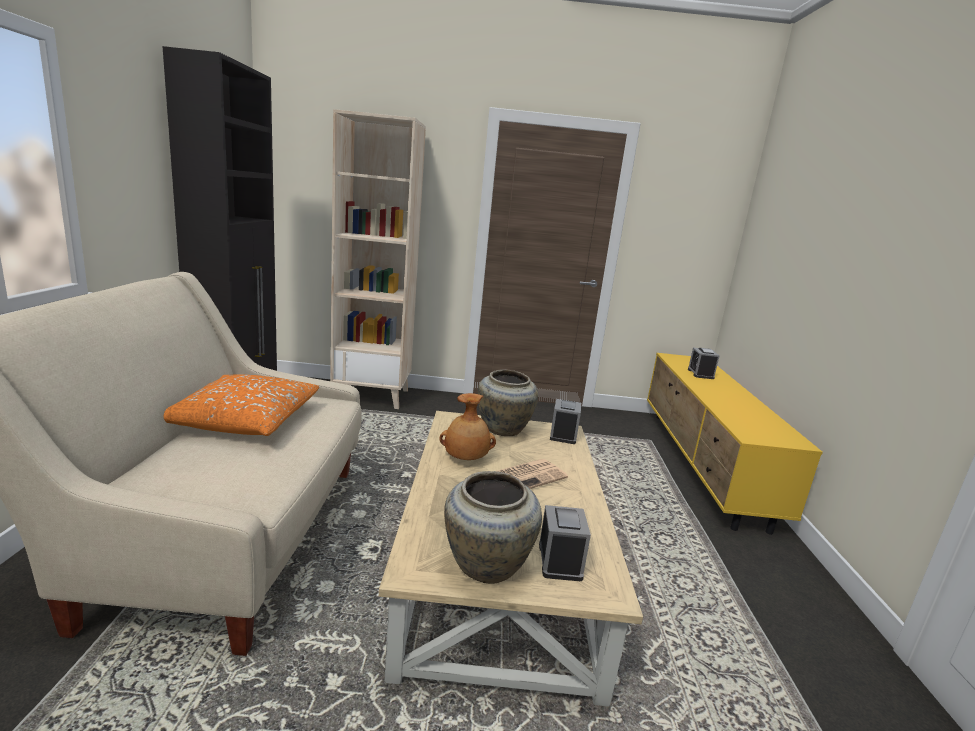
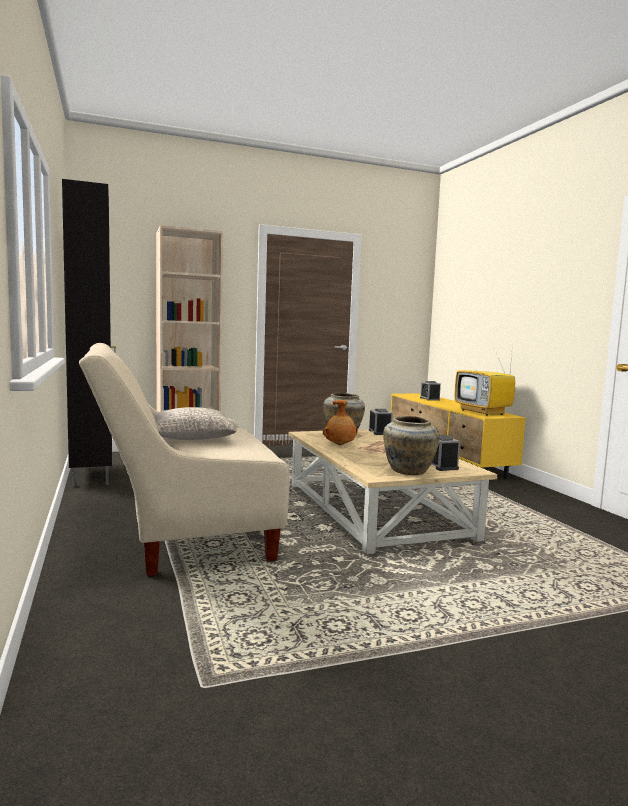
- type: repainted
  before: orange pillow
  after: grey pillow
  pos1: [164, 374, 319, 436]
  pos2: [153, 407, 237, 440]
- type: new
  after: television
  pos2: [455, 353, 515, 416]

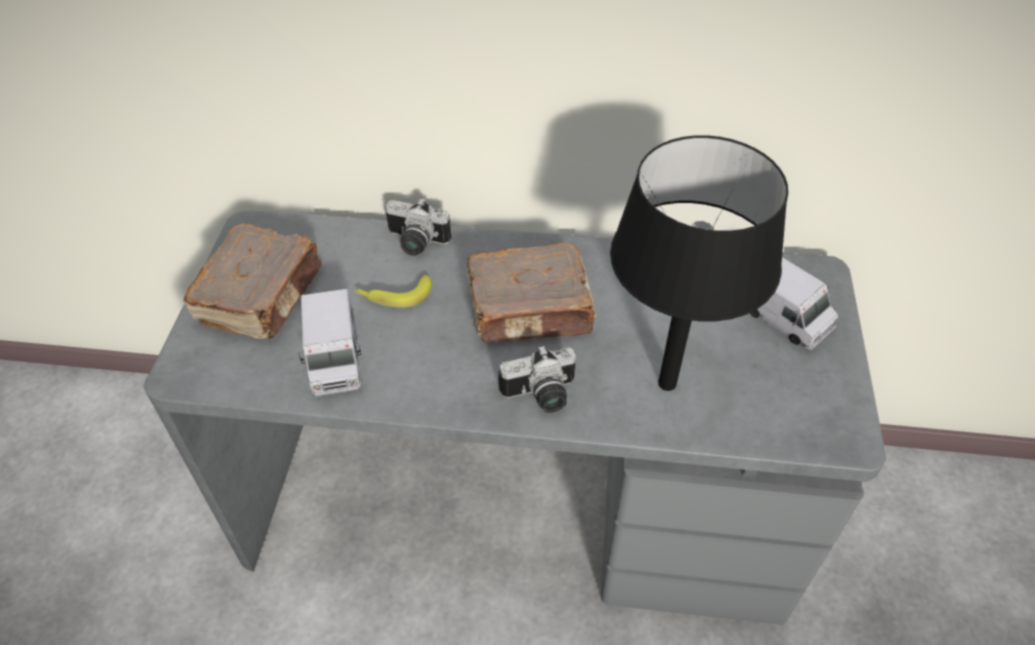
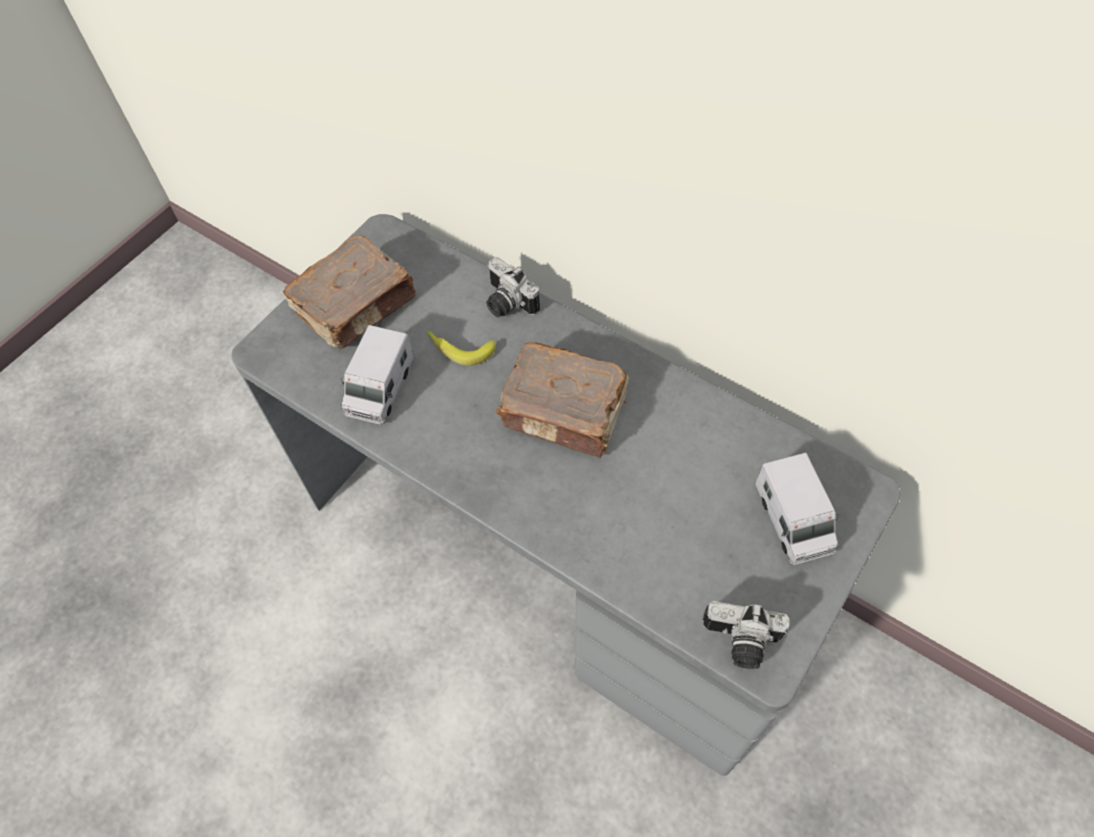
- type: gone
  before: black table lamp
  pos1: [610, 135, 788, 391]
- type: shifted
  before: photo camera
  pos1: [498, 345, 576, 413]
  pos2: [703, 601, 790, 669]

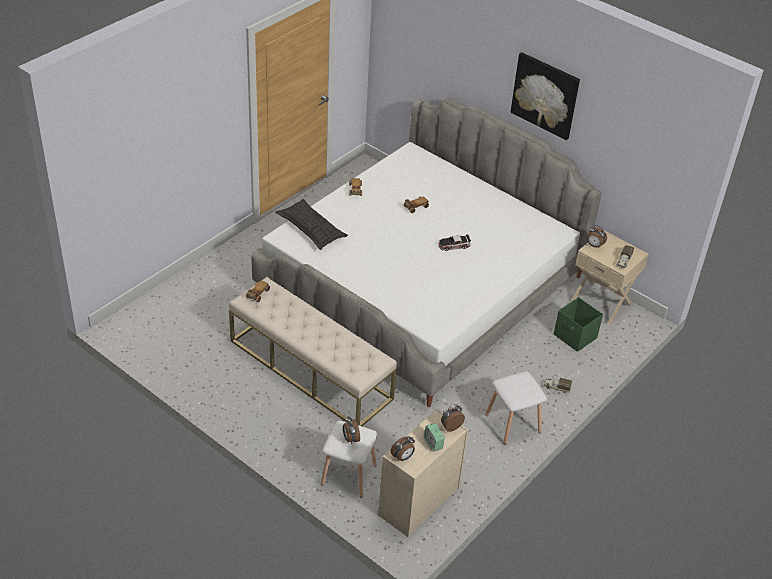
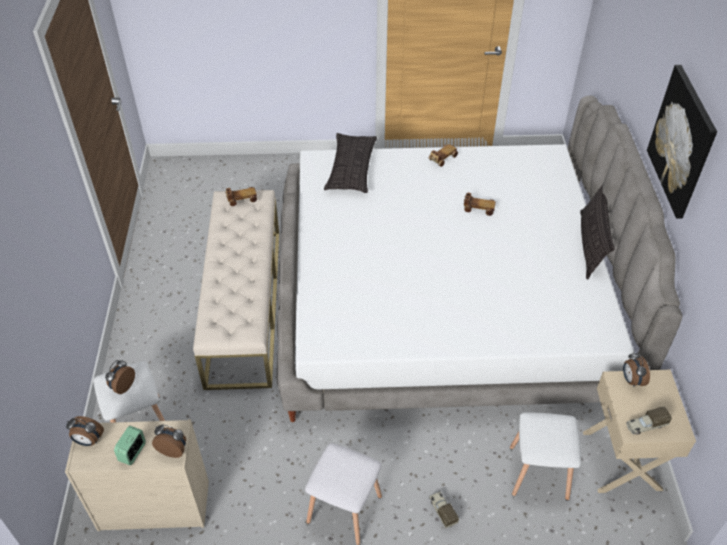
- type: gone
  before: toy car
  pos1: [438, 235, 471, 251]
- type: swapped
  before: green storage box
  after: white stool
  pos1: [554, 297, 603, 352]
  pos2: [510, 412, 581, 501]
- type: new
  after: pillow
  pos2: [580, 184, 615, 279]

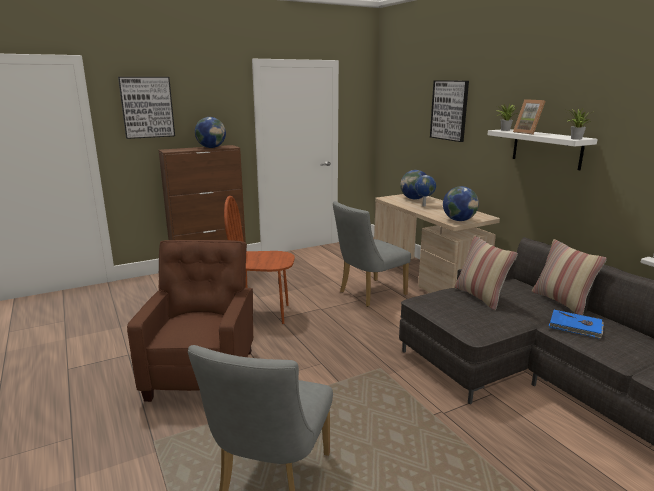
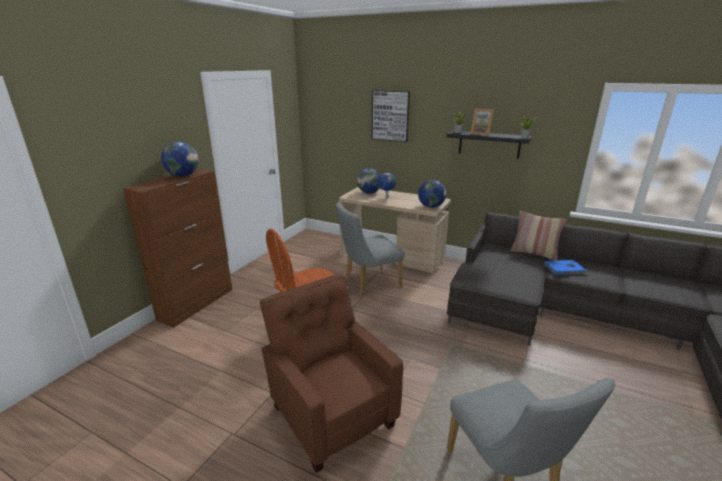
- type: gone
  before: picture
  pos1: [118, 77, 175, 139]
- type: repainted
  before: white shelf
  after: black shelf
  pos1: [487, 129, 598, 170]
  pos2: [447, 130, 532, 159]
- type: rotated
  before: grey chair
  pos1: [333, 201, 411, 307]
  pos2: [336, 202, 404, 296]
  turn: 45
- type: gone
  before: pillow
  pos1: [454, 235, 518, 311]

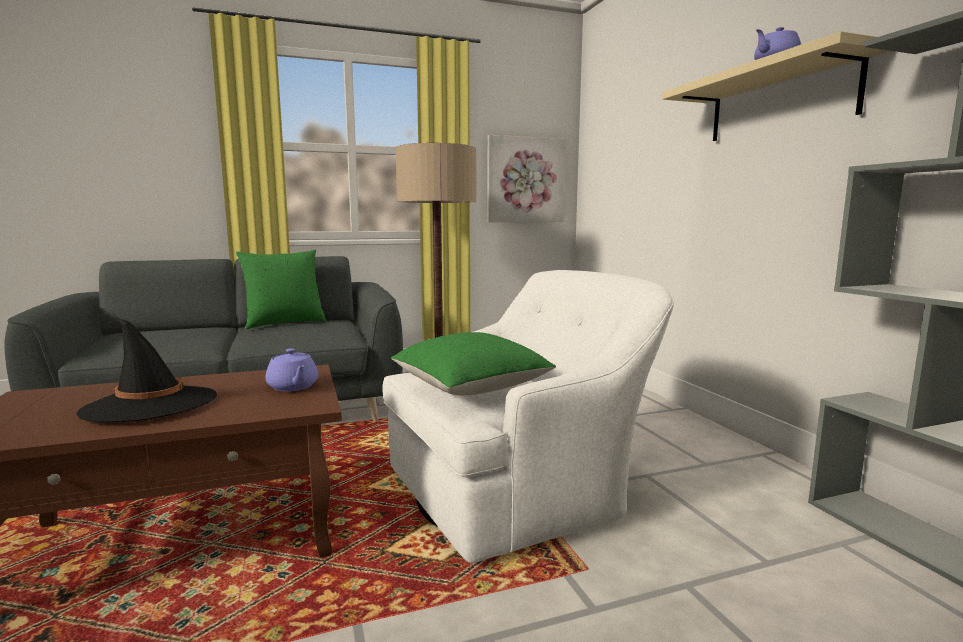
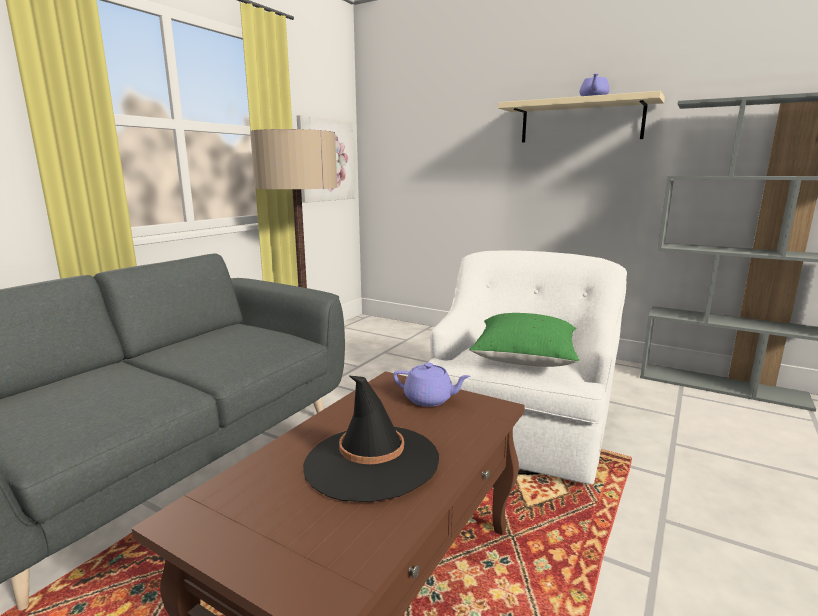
- type: gone
  before: green pillow
  pos1: [236, 250, 326, 329]

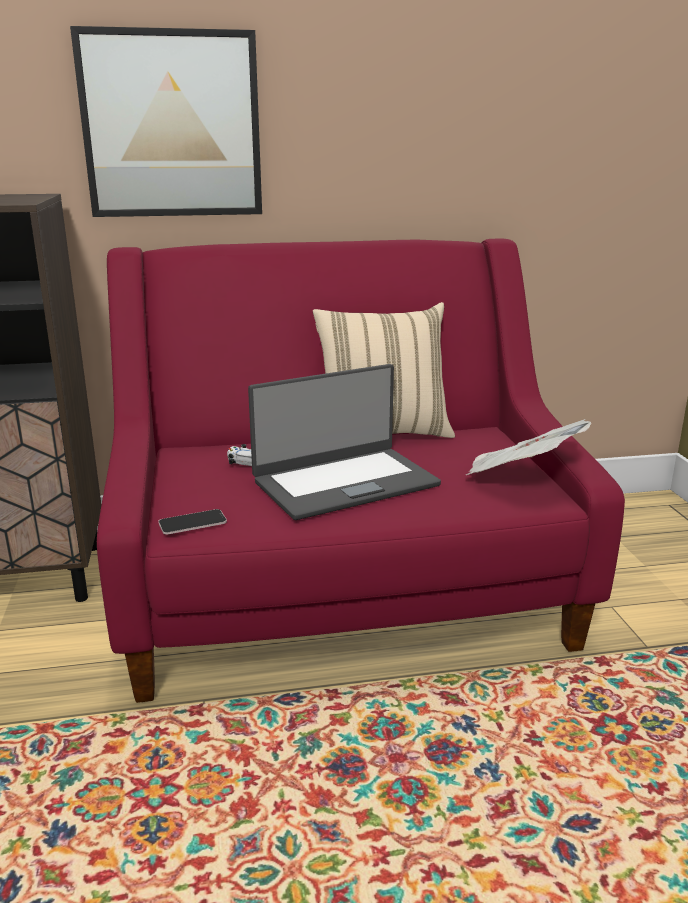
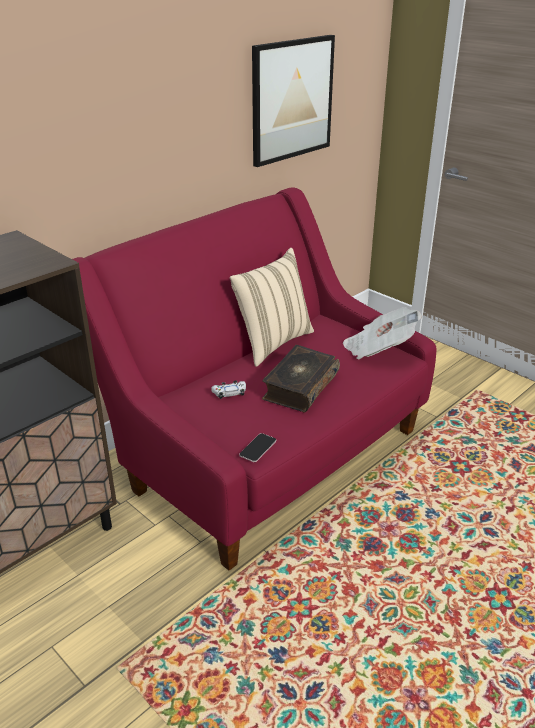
- type: shifted
  before: picture
  pos1: [70, 26, 262, 217]
  pos2: [252, 35, 335, 167]
- type: swapped
  before: laptop
  after: book
  pos1: [248, 364, 441, 520]
  pos2: [262, 345, 340, 412]

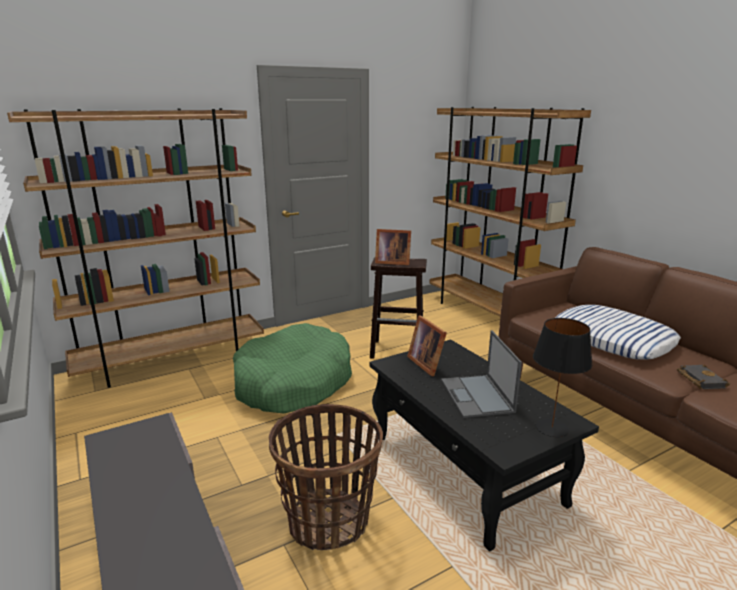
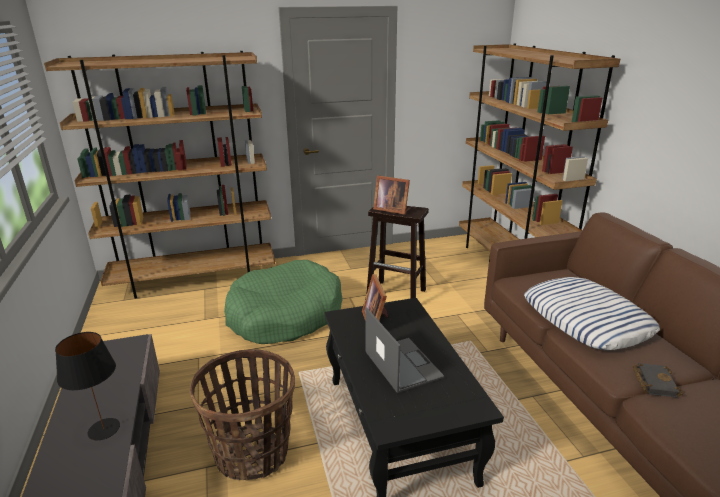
- type: shifted
  before: black table lamp
  pos1: [533, 318, 592, 437]
  pos2: [55, 332, 120, 440]
- type: rotated
  before: laptop
  pos1: [441, 330, 522, 418]
  pos2: [365, 308, 444, 393]
  turn: 150

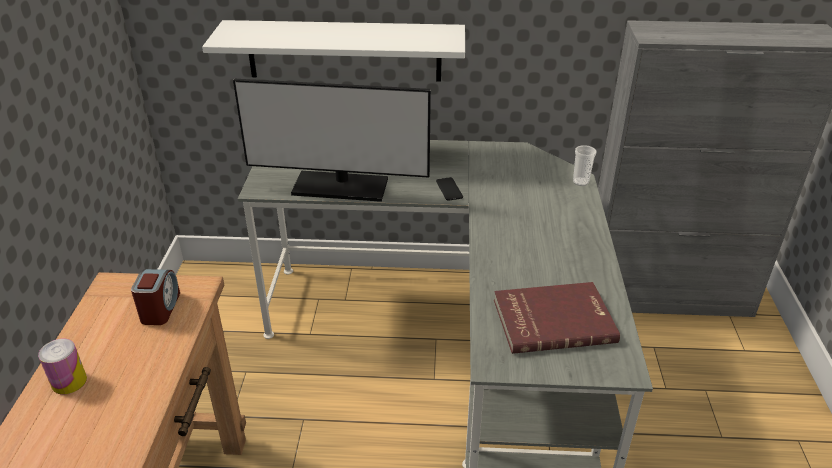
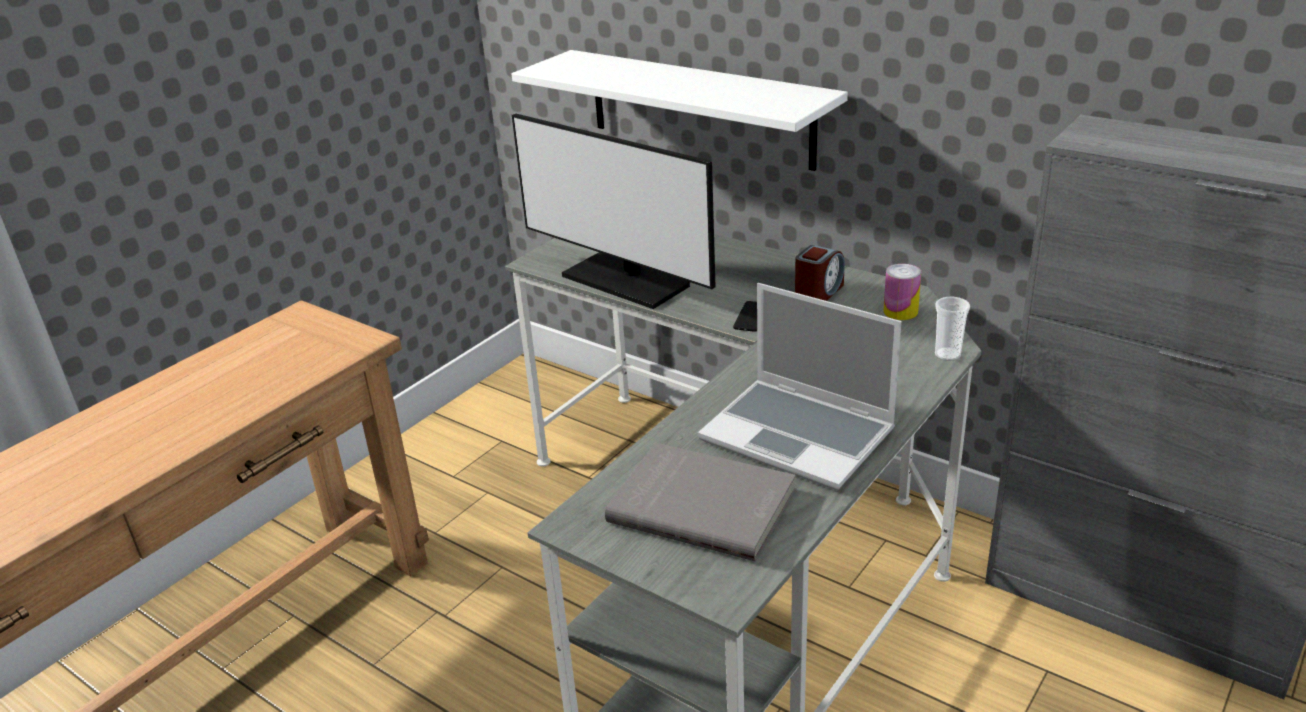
- type: shifted
  before: alarm clock
  pos1: [131, 269, 180, 325]
  pos2: [795, 245, 845, 301]
- type: repainted
  before: red book
  after: grey book
  pos1: [494, 282, 620, 354]
  pos2: [605, 443, 796, 562]
- type: shifted
  before: can
  pos1: [38, 339, 87, 394]
  pos2: [883, 264, 922, 320]
- type: new
  after: laptop
  pos2: [698, 283, 901, 490]

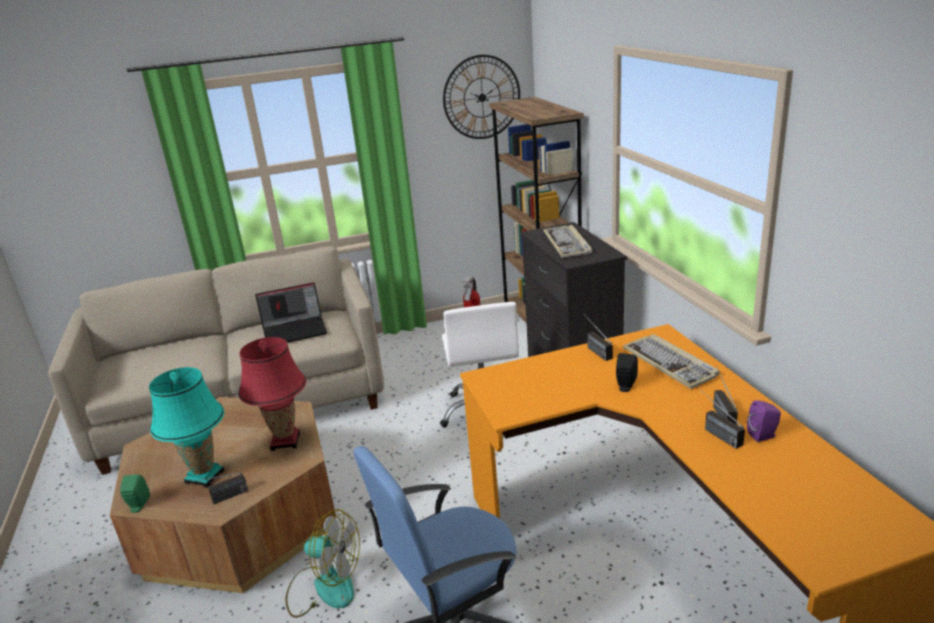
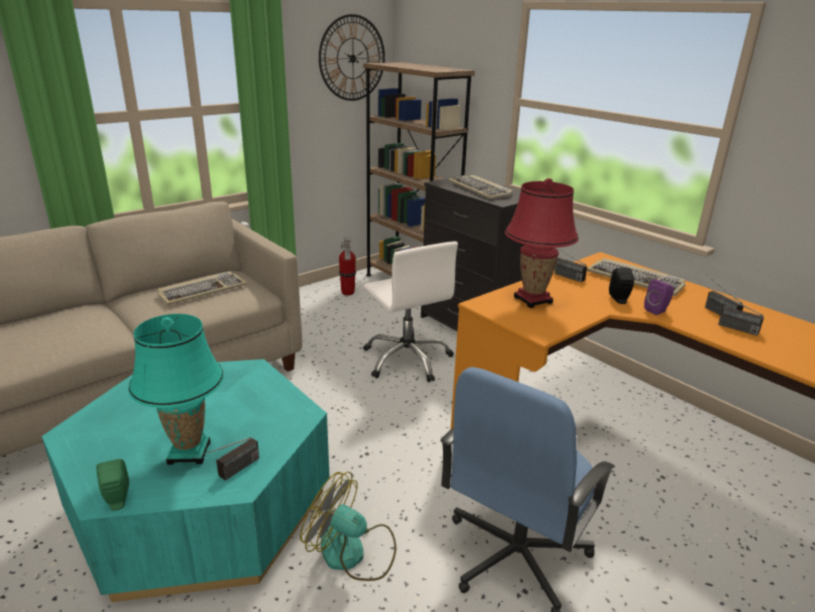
- type: swapped
  before: laptop
  after: keyboard
  pos1: [255, 282, 327, 343]
  pos2: [157, 271, 247, 305]
- type: shifted
  before: red table lamp
  pos1: [239, 337, 306, 451]
  pos2: [505, 178, 579, 308]
- type: repainted
  before: brown coffee table
  after: turquoise coffee table
  pos1: [110, 397, 336, 593]
  pos2: [42, 359, 330, 602]
- type: shifted
  before: purple speaker
  pos1: [747, 400, 781, 442]
  pos2: [644, 279, 674, 315]
- type: rotated
  before: fan
  pos1: [285, 509, 360, 618]
  pos2: [300, 472, 396, 581]
  turn: -150

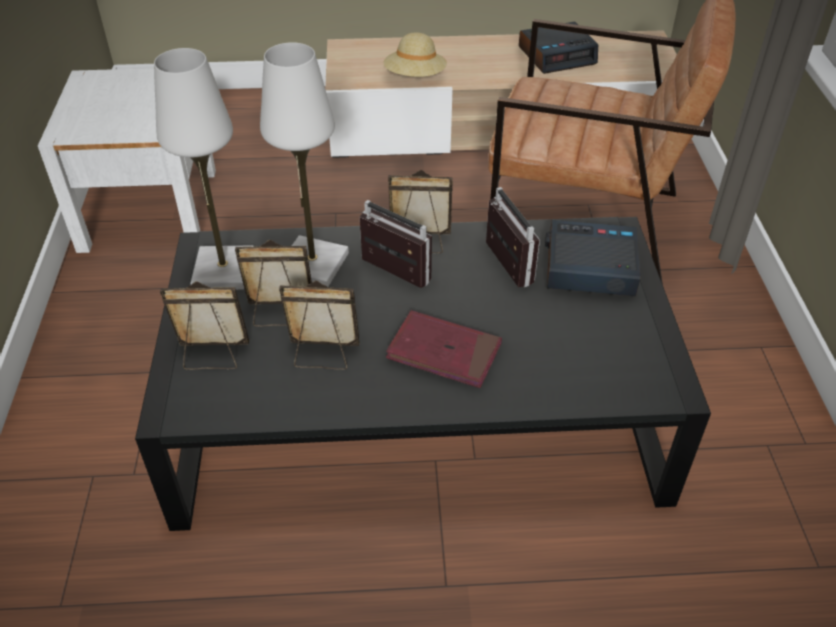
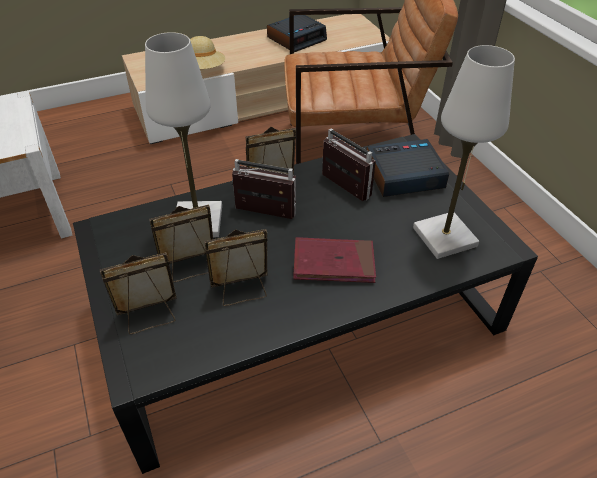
- type: shifted
  before: white table lamp
  pos1: [154, 48, 254, 290]
  pos2: [413, 45, 515, 259]

